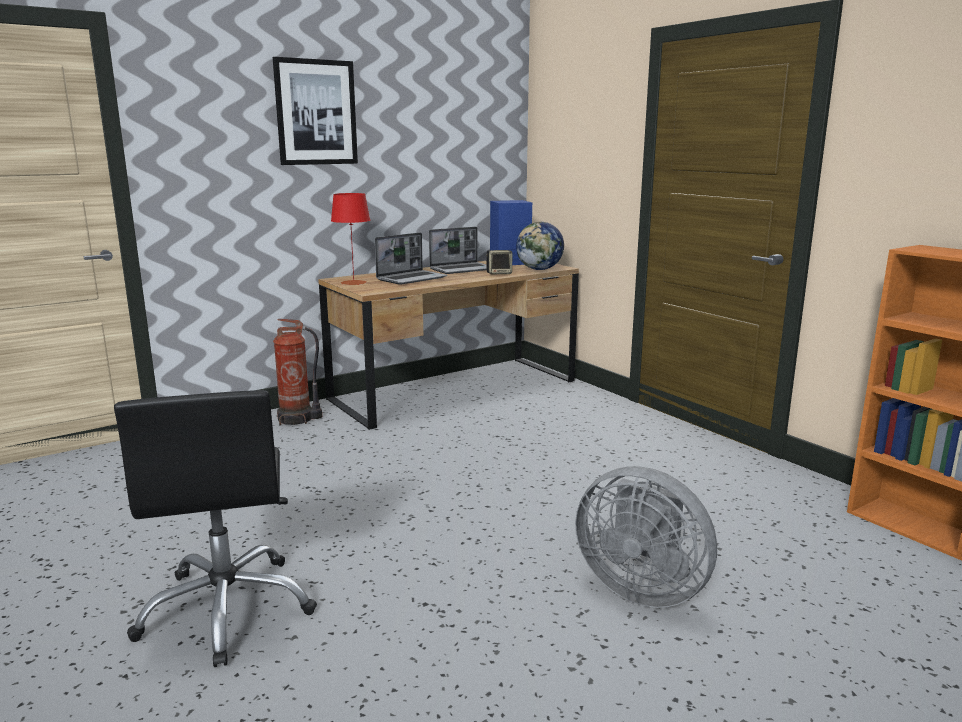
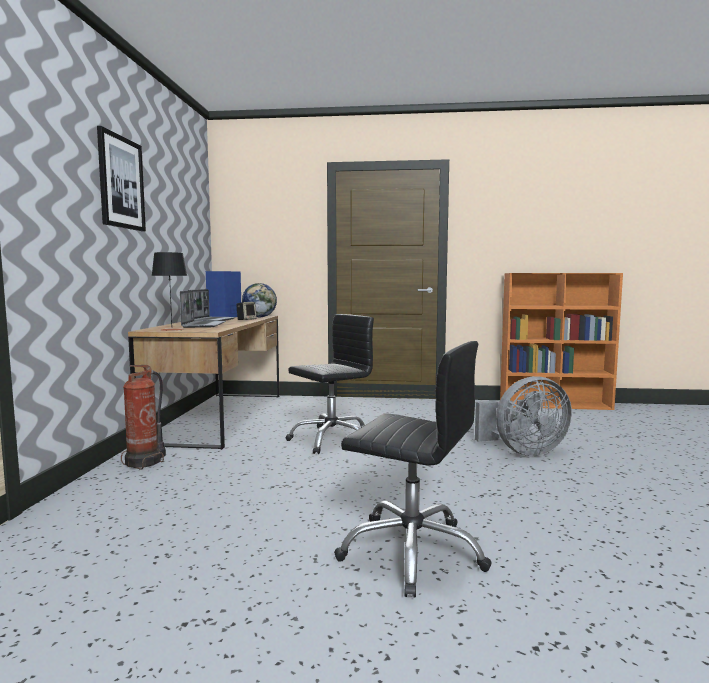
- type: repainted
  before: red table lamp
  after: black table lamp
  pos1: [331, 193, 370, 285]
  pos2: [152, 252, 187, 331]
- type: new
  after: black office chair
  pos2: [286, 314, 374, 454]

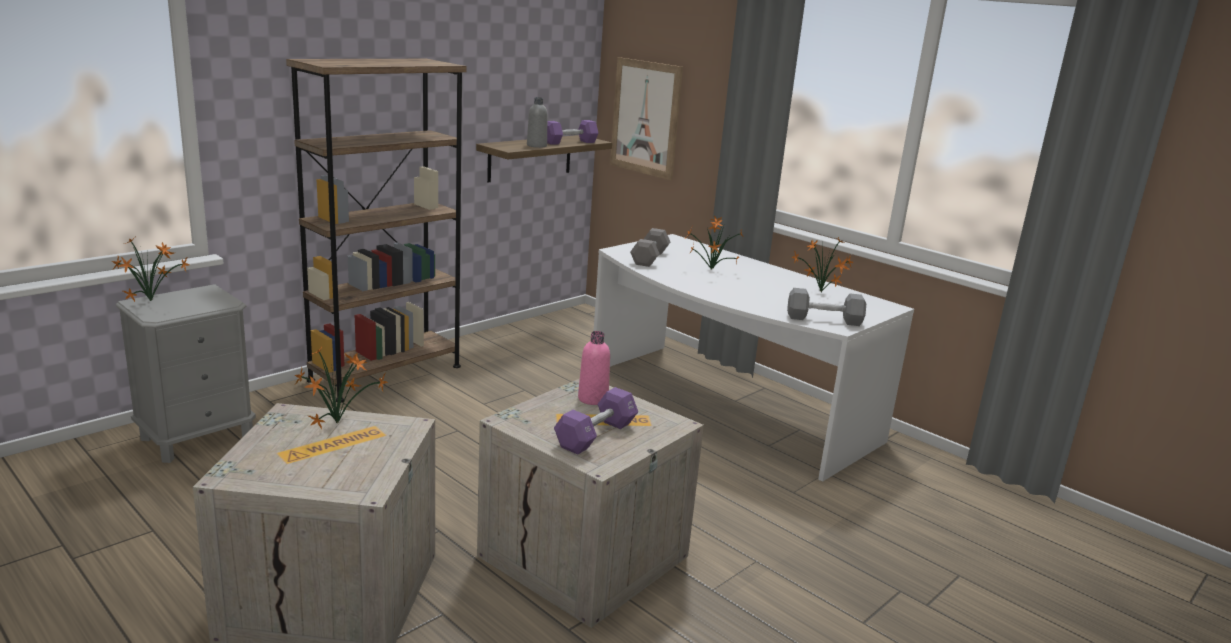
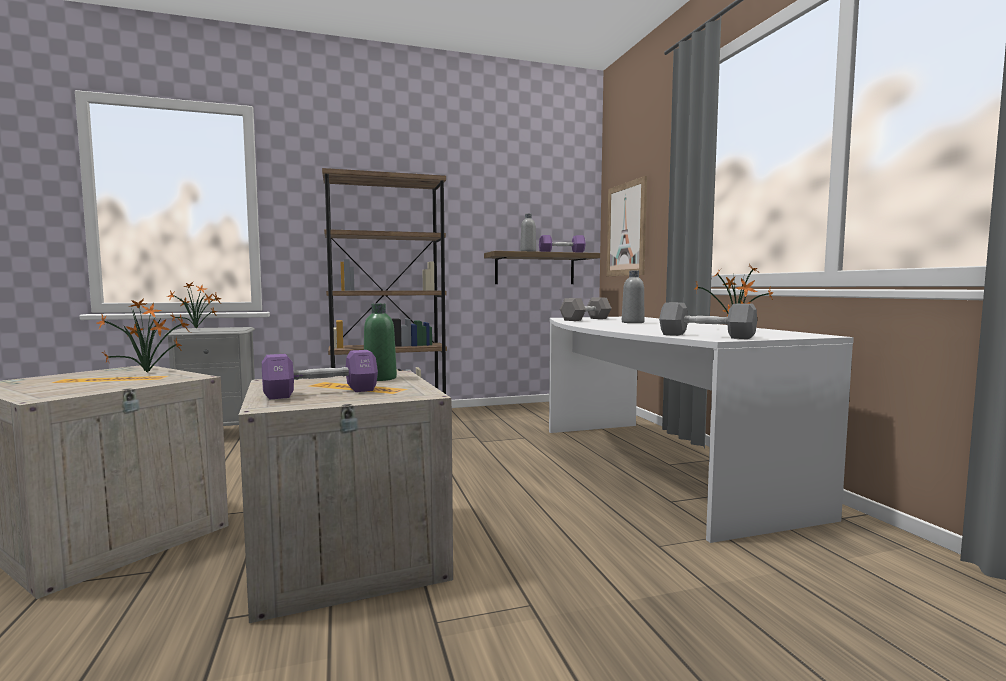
- type: swapped
  before: potted plant
  after: grey bottle
  pos1: [686, 215, 744, 269]
  pos2: [622, 271, 644, 323]
- type: repainted
  before: pink bottle
  after: green bottle
  pos1: [578, 331, 610, 405]
  pos2: [364, 303, 397, 381]

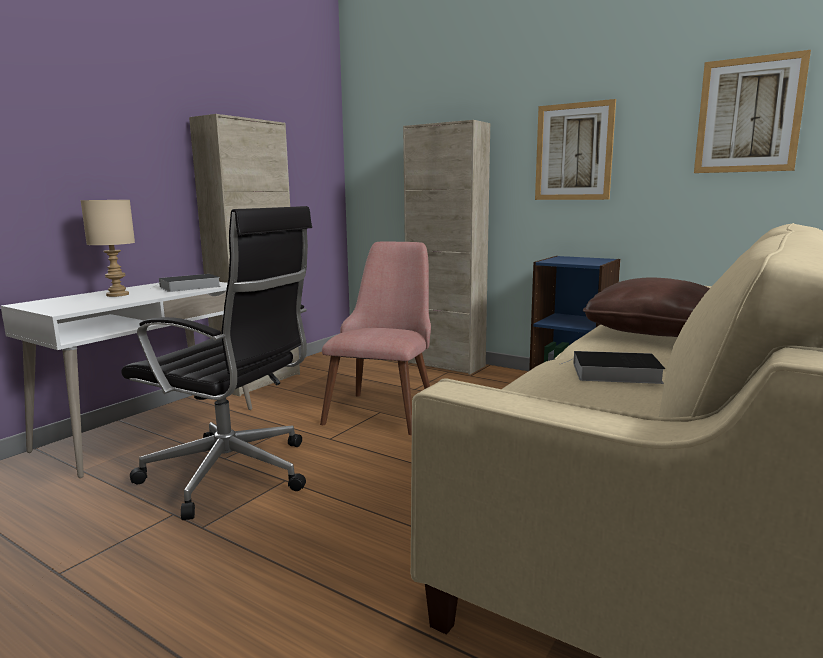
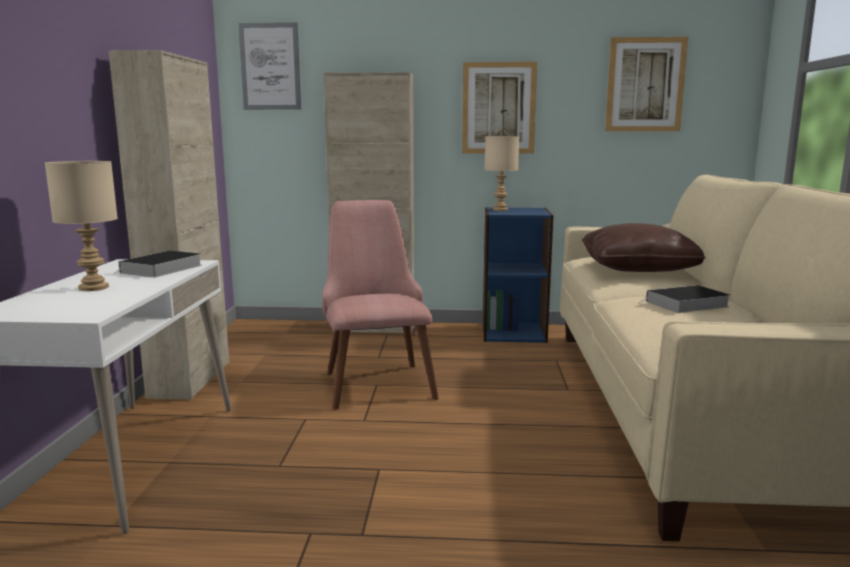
- type: gone
  before: black office chair
  pos1: [121, 206, 312, 520]
- type: new
  after: picture
  pos2: [238, 22, 301, 110]
- type: new
  after: beige table lamp
  pos2: [485, 136, 519, 211]

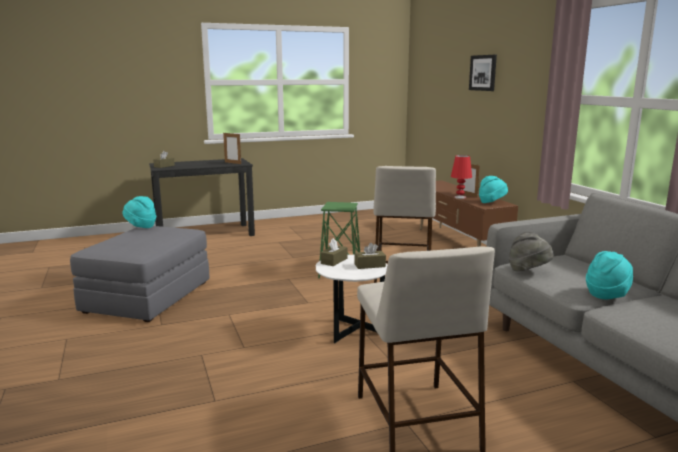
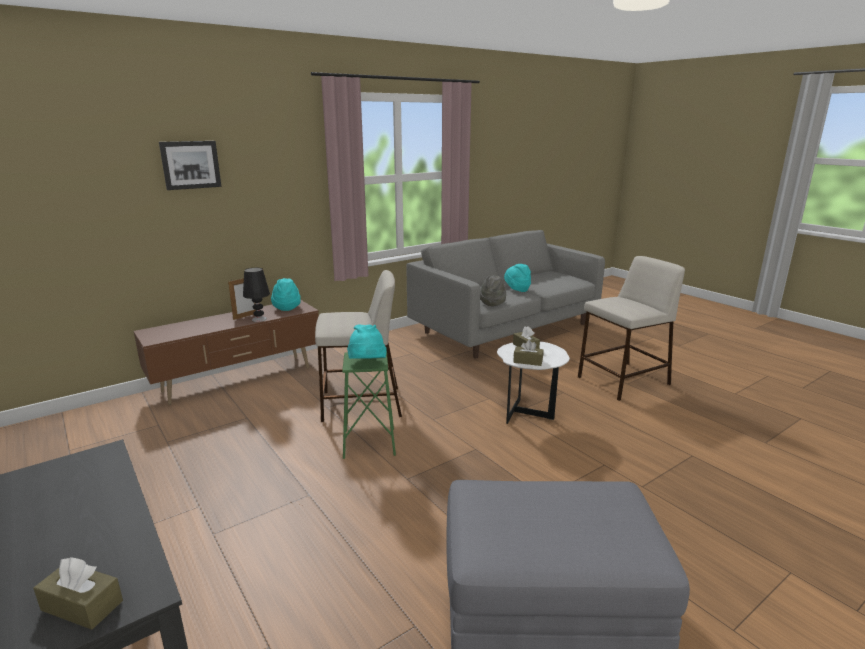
- type: gone
  before: picture frame
  pos1: [223, 132, 241, 164]
- type: repainted
  before: red table lamp
  after: black table lamp
  pos1: [451, 155, 472, 199]
  pos2: [243, 268, 270, 322]
- type: shifted
  before: turquoise hat
  pos1: [123, 196, 156, 228]
  pos2: [347, 325, 387, 359]

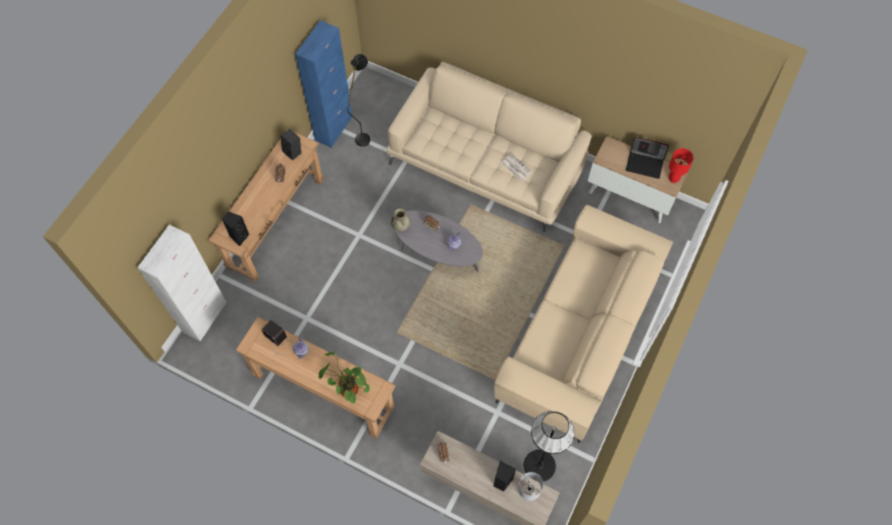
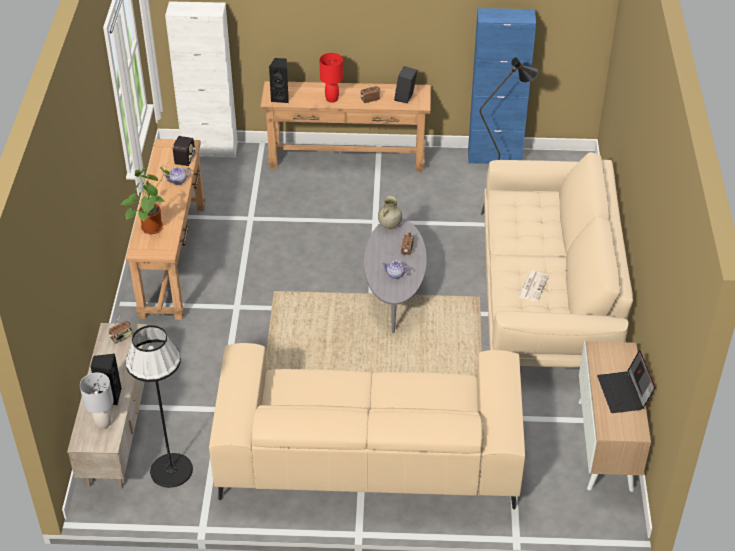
- type: shifted
  before: red table lamp
  pos1: [669, 148, 694, 183]
  pos2: [319, 53, 343, 103]

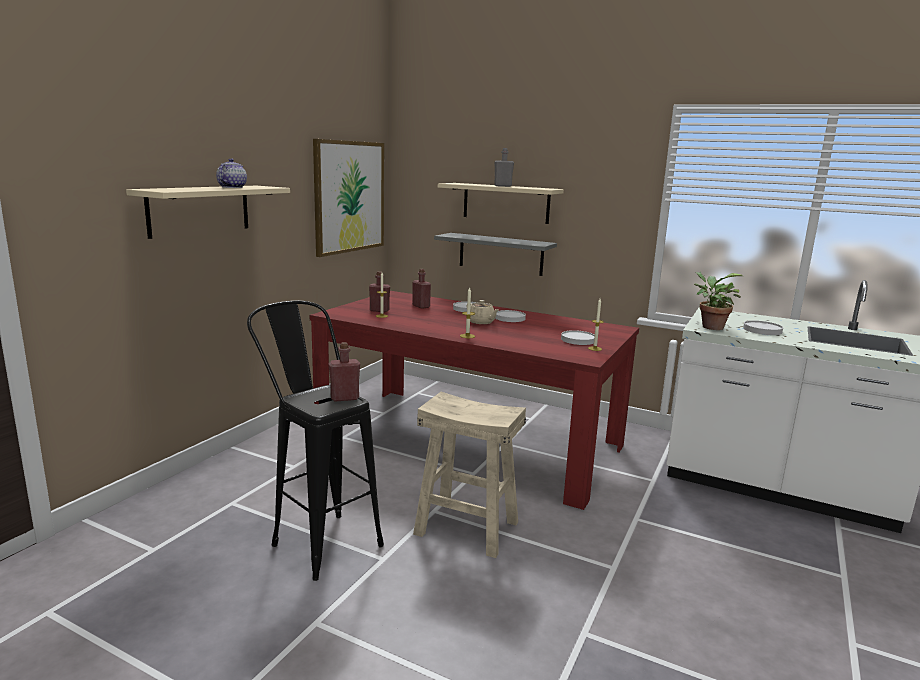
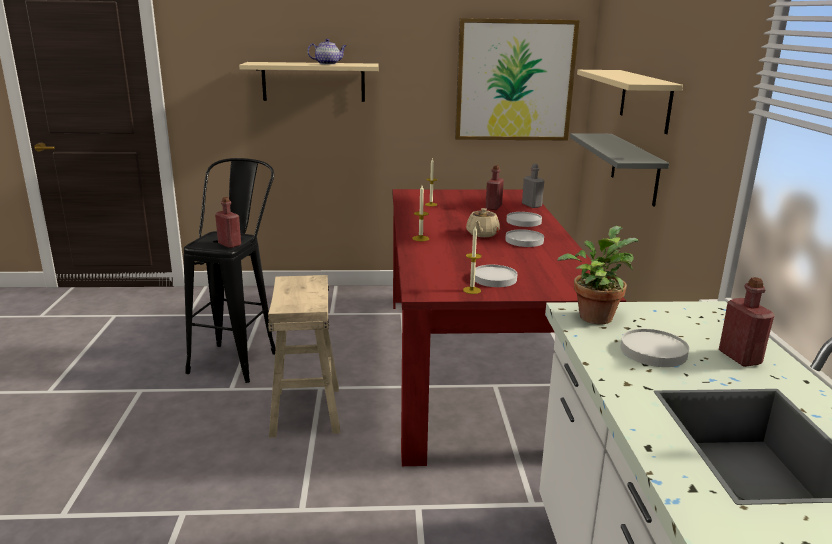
- type: shifted
  before: grey bottle
  pos1: [494, 148, 514, 187]
  pos2: [522, 164, 544, 208]
- type: shifted
  before: red bottle
  pos1: [369, 271, 390, 312]
  pos2: [719, 277, 775, 367]

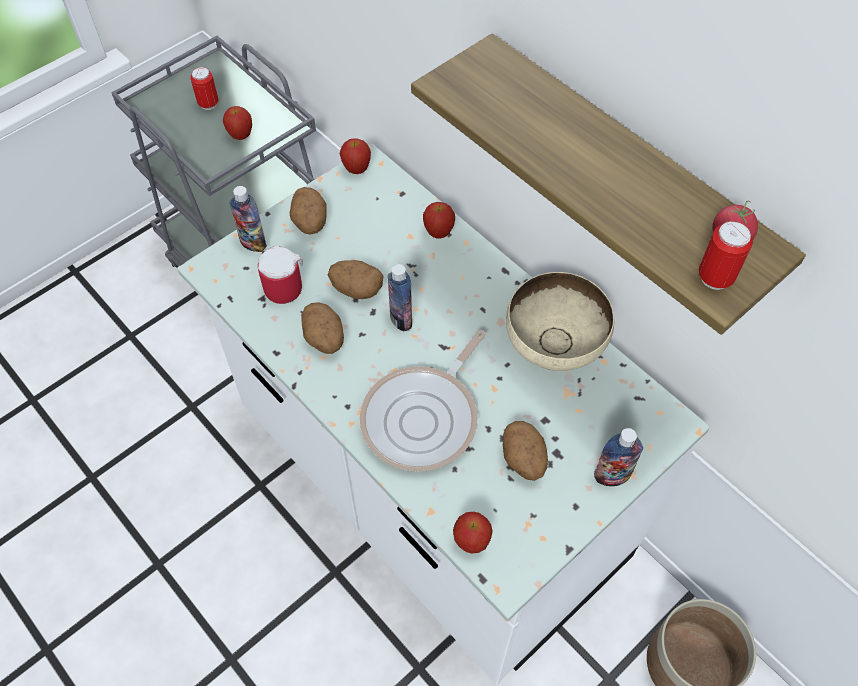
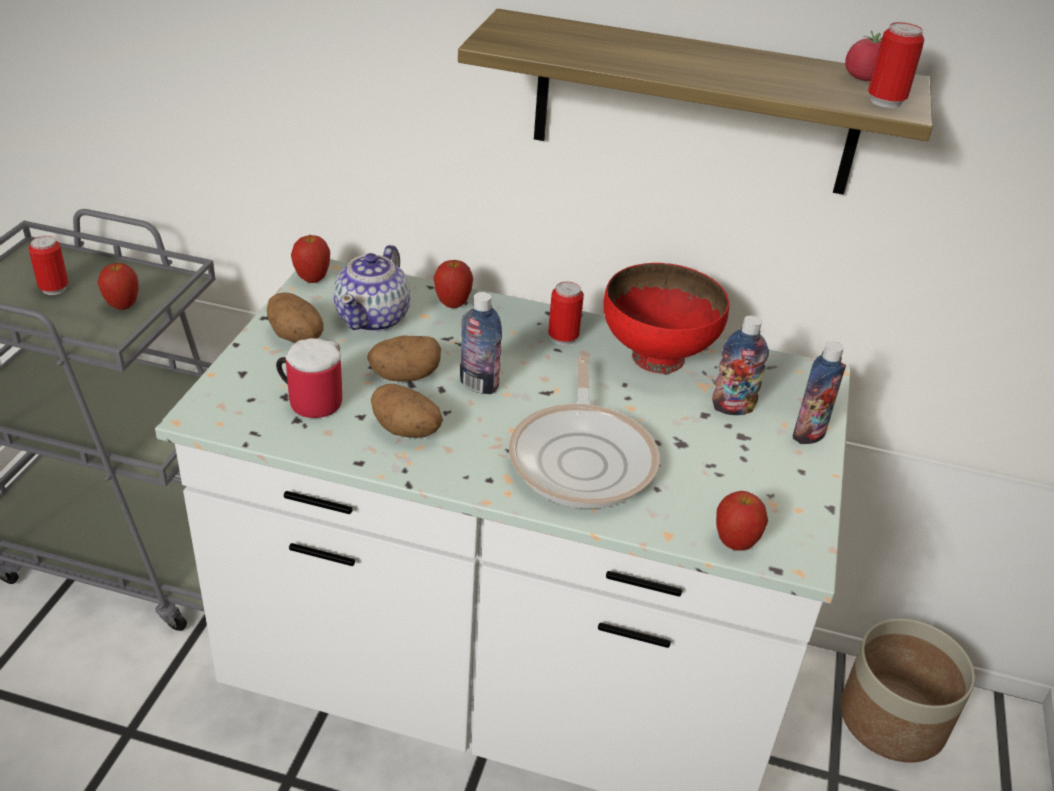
- type: shifted
  before: bottle
  pos1: [229, 186, 267, 252]
  pos2: [712, 316, 769, 415]
- type: repainted
  before: beige bowl
  after: red bowl
  pos1: [506, 272, 614, 371]
  pos2: [603, 263, 729, 373]
- type: gone
  before: potato
  pos1: [503, 421, 548, 481]
- type: new
  after: teapot
  pos2: [334, 245, 410, 332]
- type: new
  after: can
  pos2: [548, 282, 584, 345]

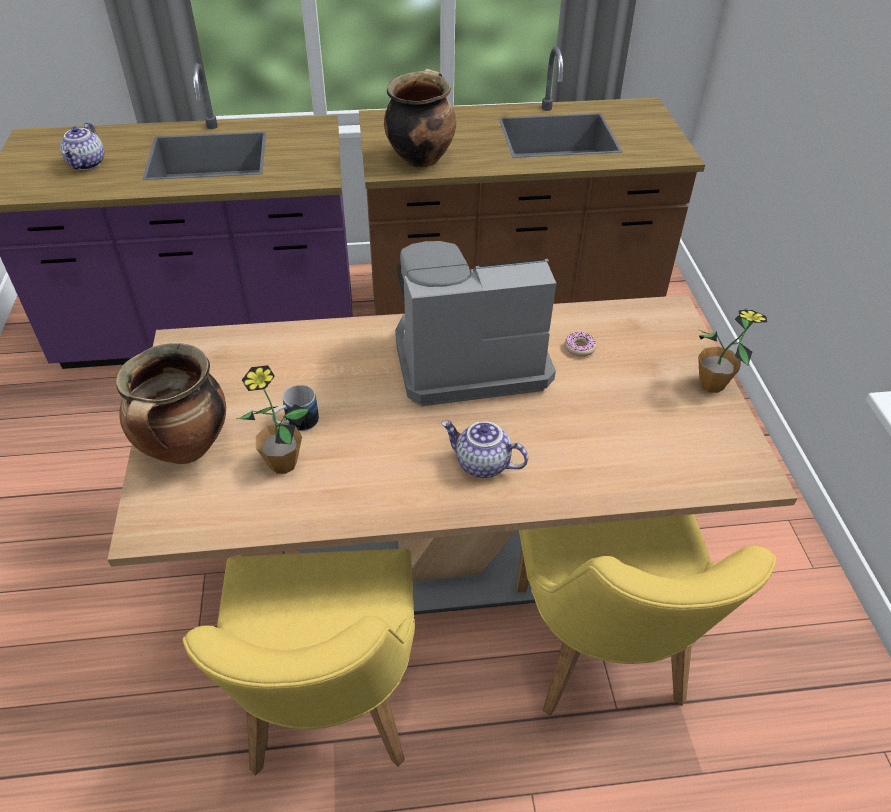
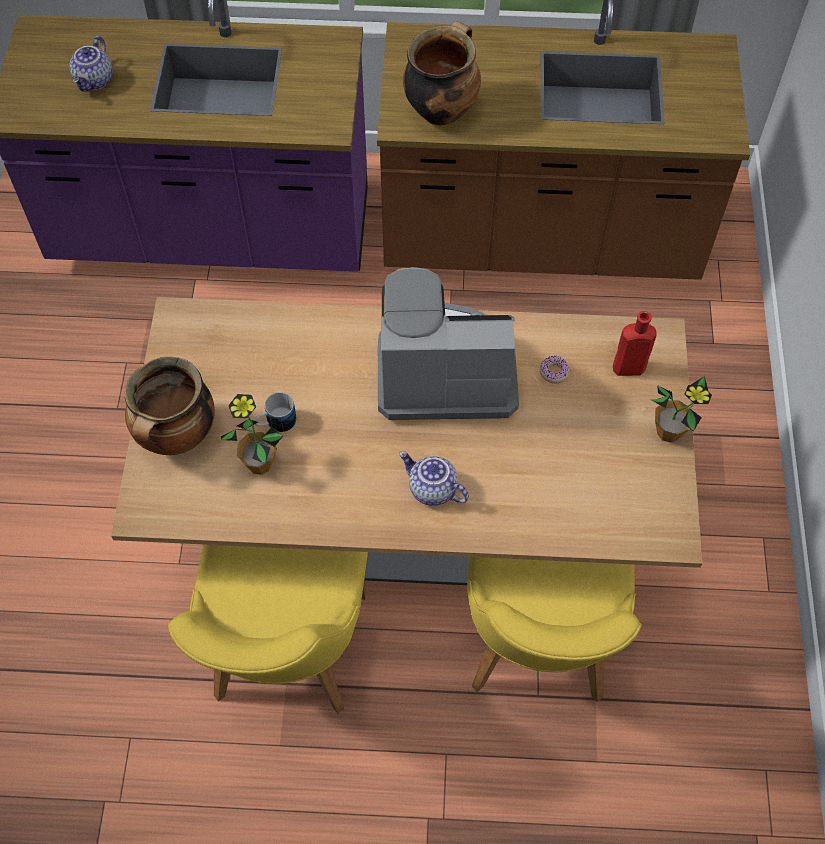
- type: new
  after: red bottle
  pos2: [613, 311, 657, 376]

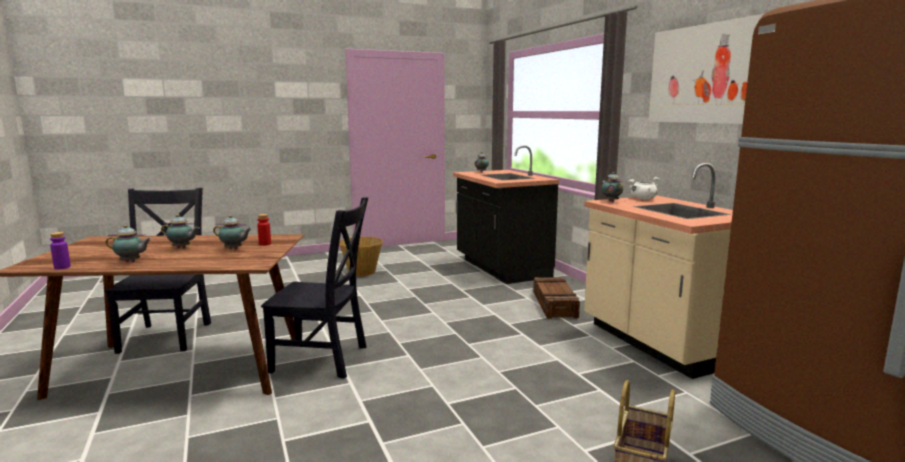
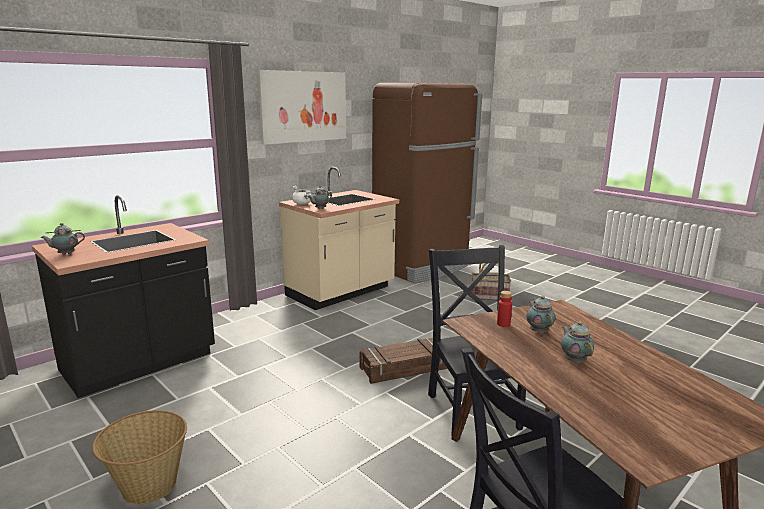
- type: gone
  before: teapot
  pos1: [105, 225, 152, 262]
- type: gone
  before: purple bottle
  pos1: [50, 232, 71, 269]
- type: shifted
  before: crate
  pos1: [533, 277, 580, 319]
  pos2: [359, 338, 448, 384]

